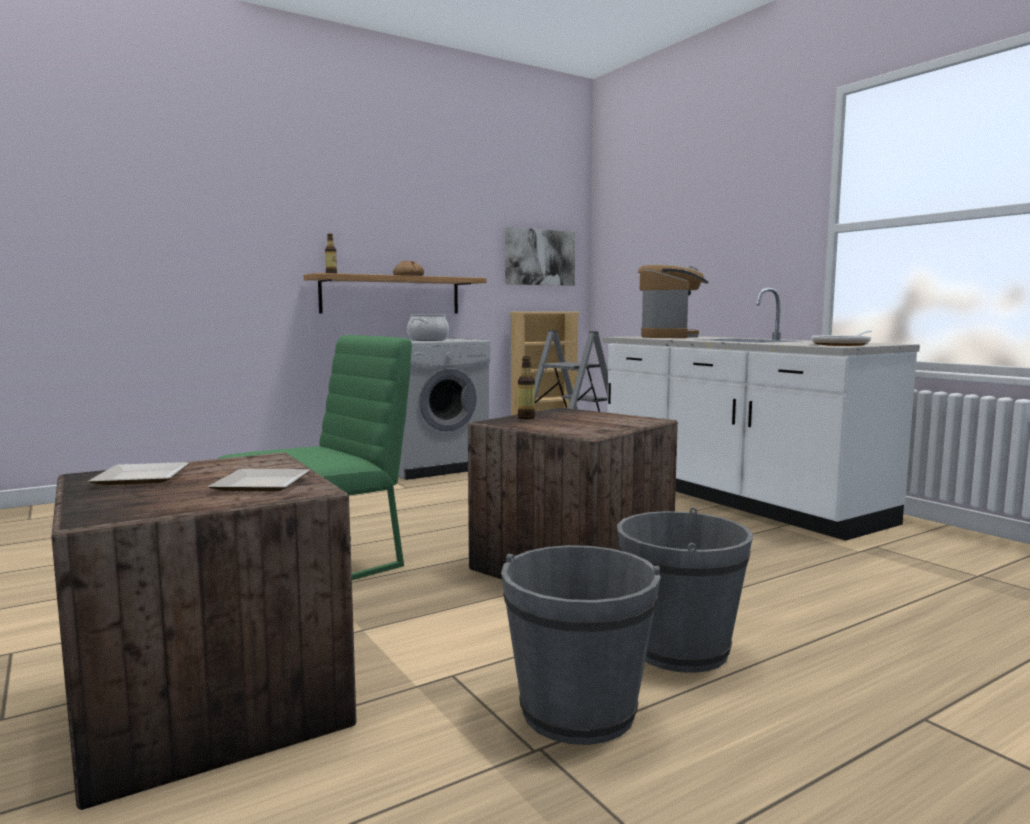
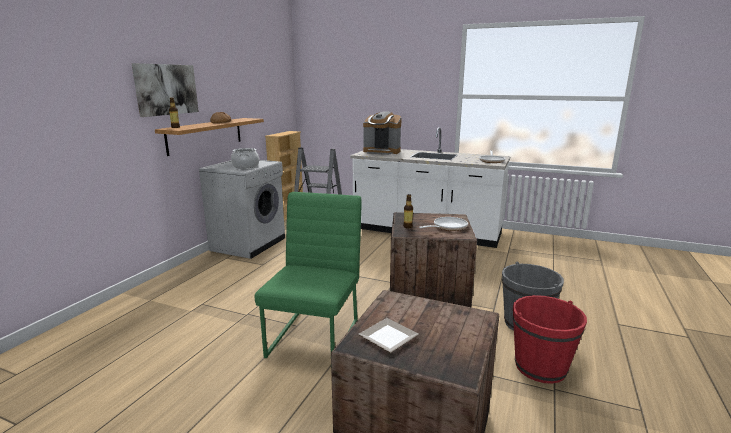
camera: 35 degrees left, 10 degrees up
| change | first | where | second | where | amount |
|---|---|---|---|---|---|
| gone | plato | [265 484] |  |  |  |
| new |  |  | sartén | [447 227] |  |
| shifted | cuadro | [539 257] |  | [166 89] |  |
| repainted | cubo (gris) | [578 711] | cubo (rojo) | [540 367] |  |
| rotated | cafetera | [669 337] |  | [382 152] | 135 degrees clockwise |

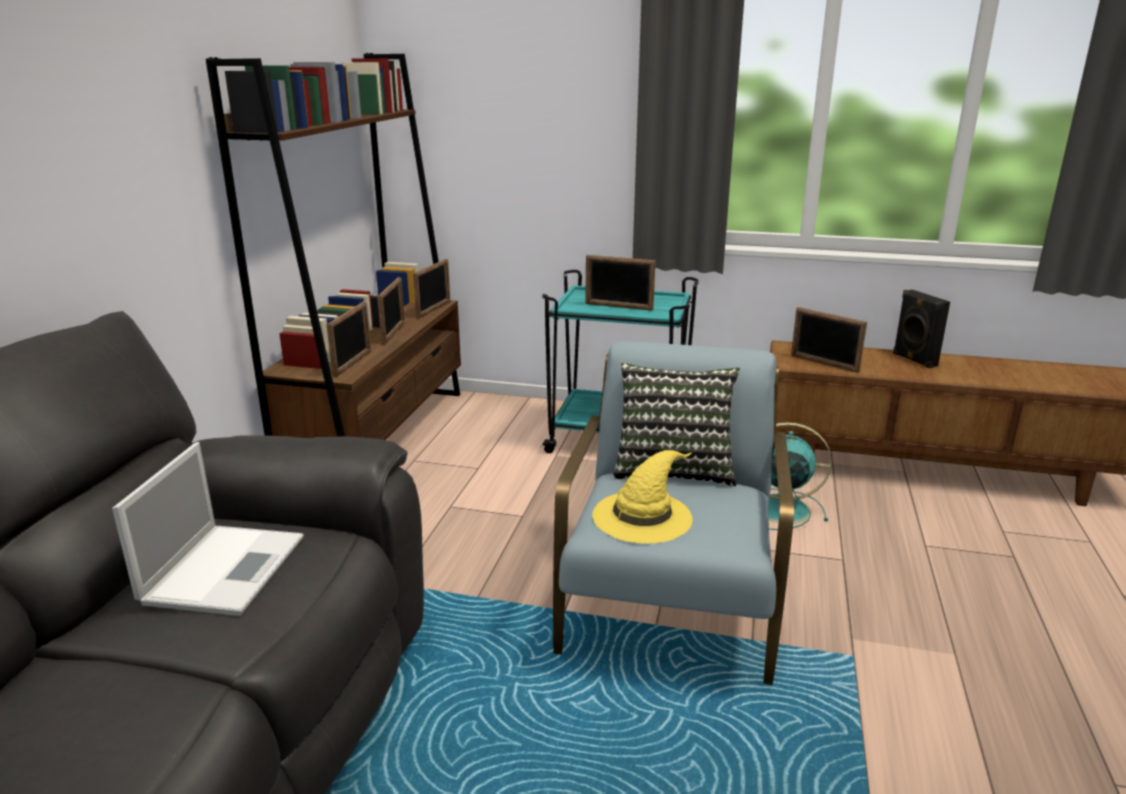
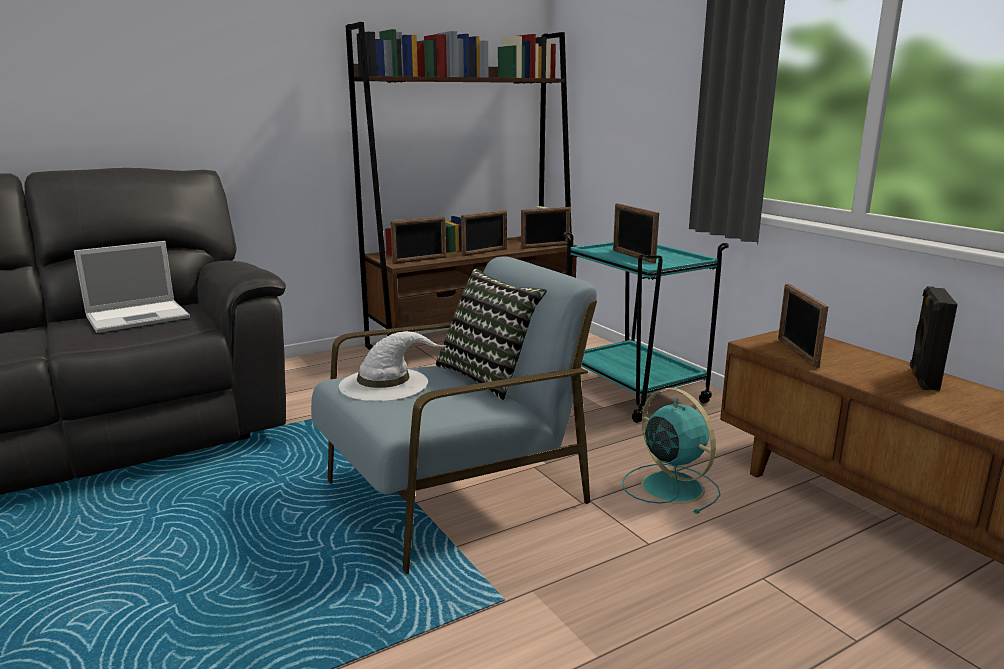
camera: 45 degrees right, 5 degrees down
| change | first | where | second | where | amount |
|---|---|---|---|---|---|
| repainted | sombrero (amarillo) | [643 515] | sombrero (blanco) | [385 383] |  |

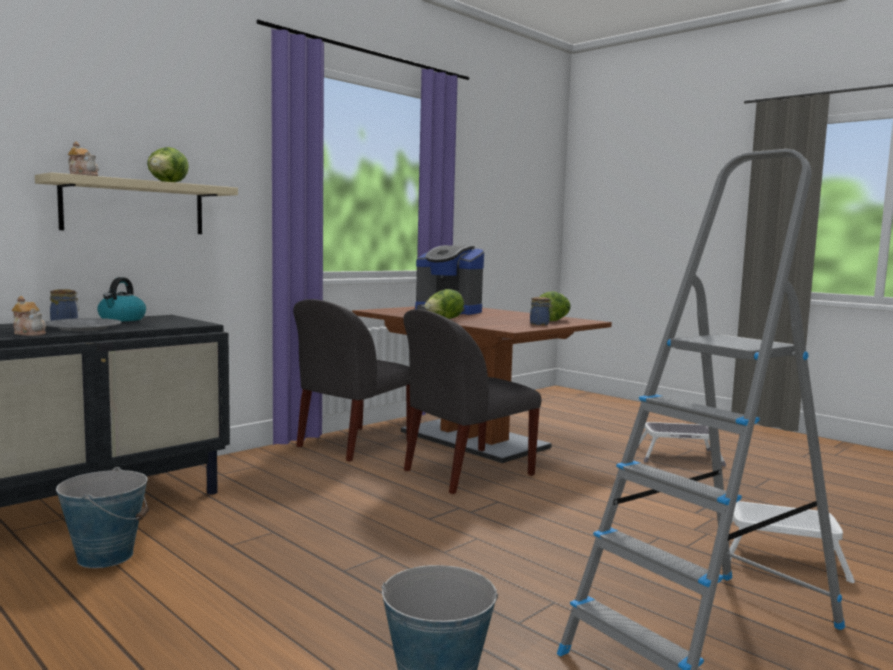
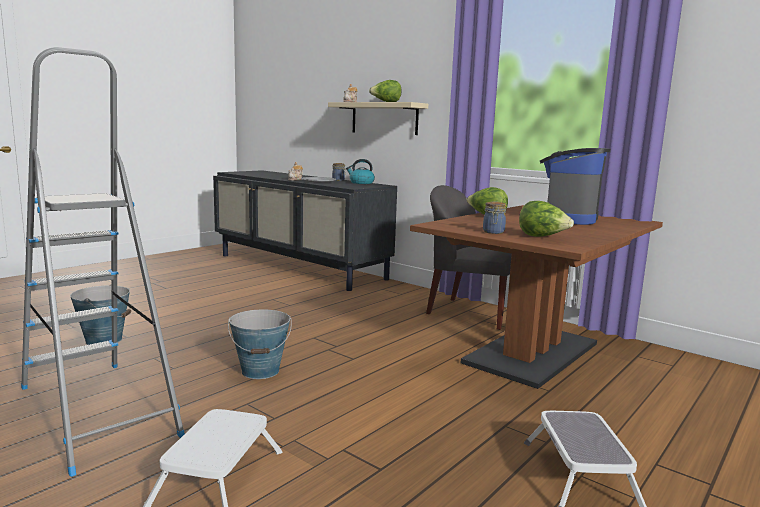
camera: 85 degrees right, 5 degrees up
| change | first | where | second | where | amount |
|---|---|---|---|---|---|
| gone | silla (gris) | [465 473] |  |  |  |
| shifted | cubo | [105 556] |  | [261 371] |  |

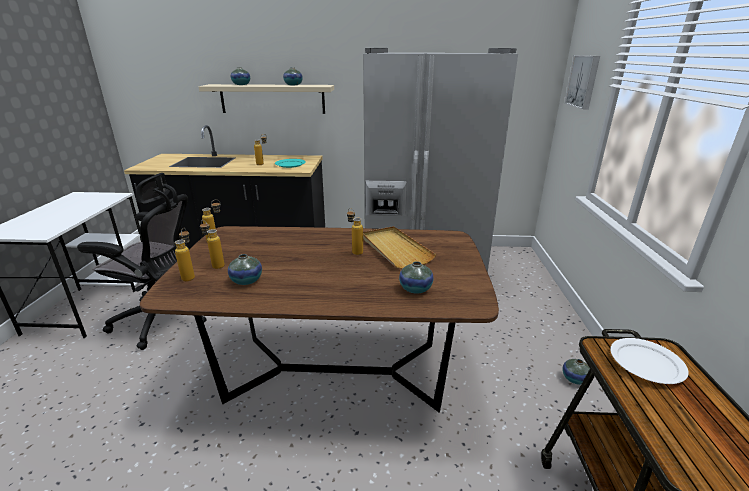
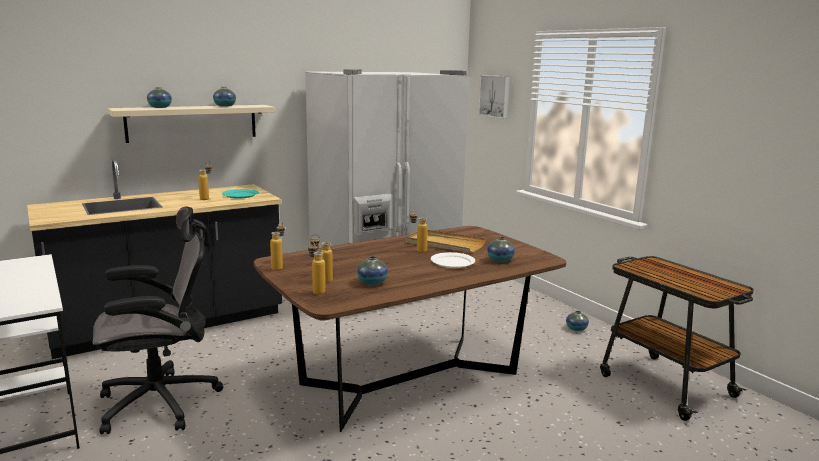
camera: 35 degrees left, 10 degrees down
| change | first | where | second | where | amount |
|---|---|---|---|---|---|
| shifted | plato (blanco) | [646 362] |  | [452 262] |  |

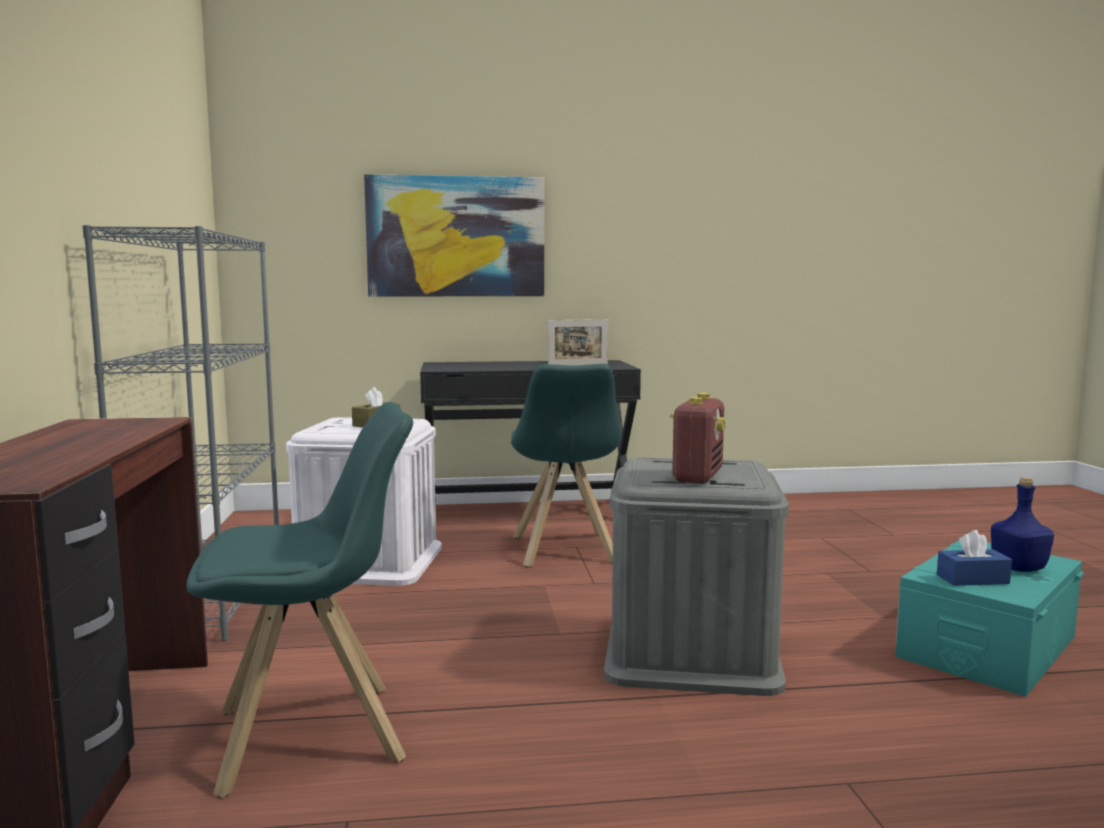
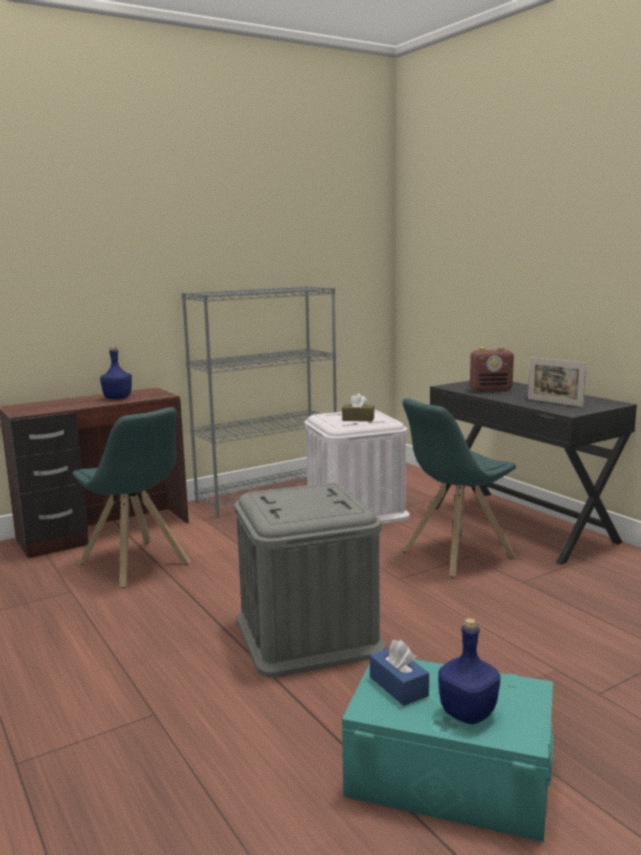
camera: 65 degrees right, 5 degrees up
| change | first | where | second | where | amount |
|---|---|---|---|---|---|
| gone | cuadro | [456 237] |  |  |  |
| new |  |  | botella (azul) | [117 398] |  |
| shifted | radio | [697 476] |  | [491 390] |  |

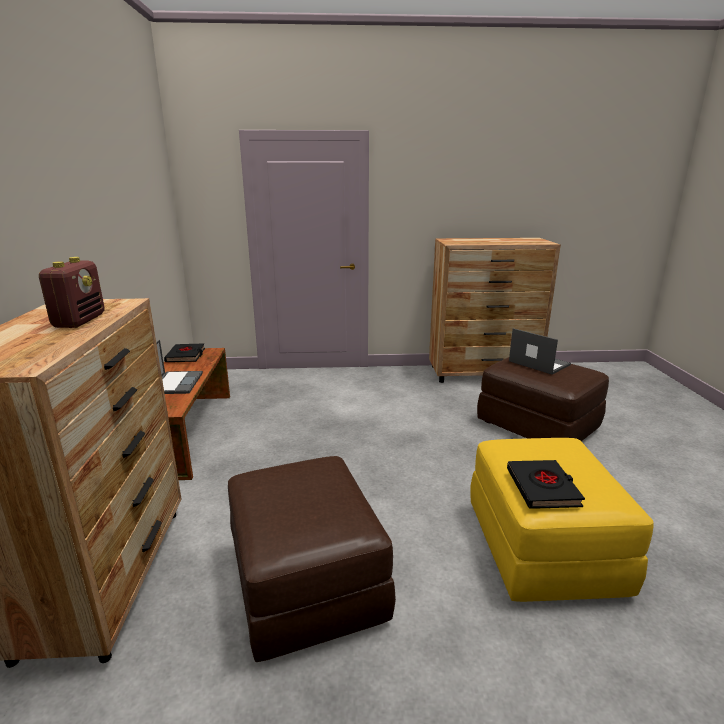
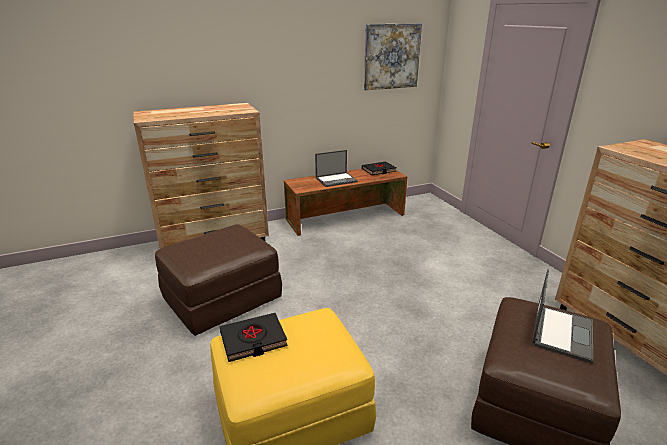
camera: 70 degrees right, 5 degrees up
| change | first | where | second | where | amount |
|---|---|---|---|---|---|
| gone | radio | [79 321] |  |  |  |
| new |  |  | cuadro | [391 56] |  |

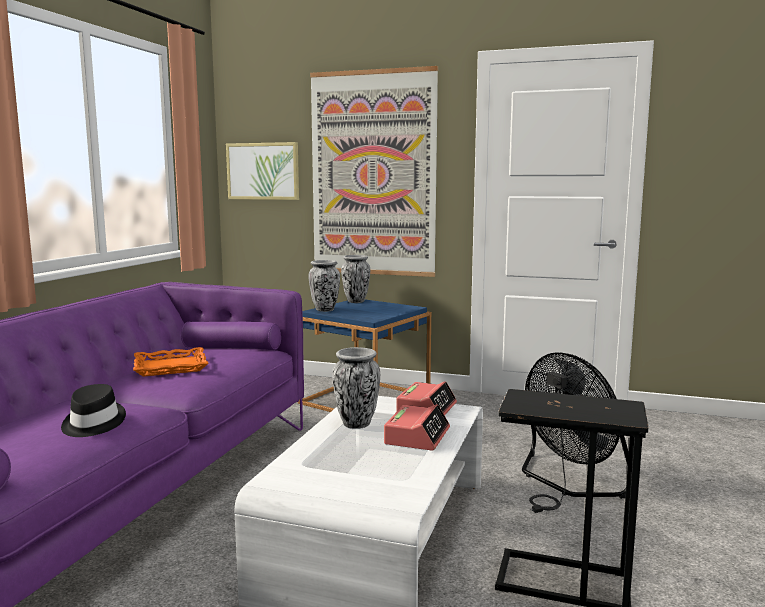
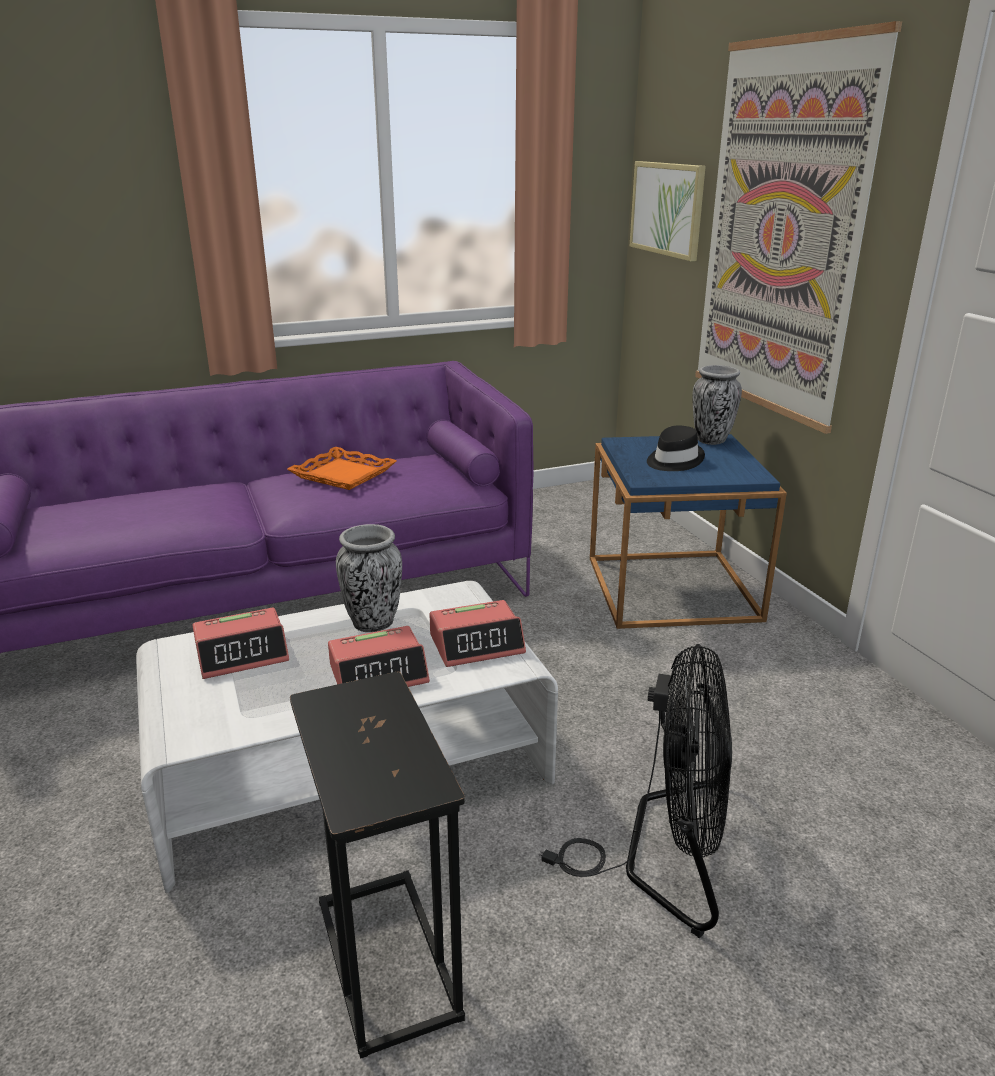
camera: 50 degrees right, 15 degrees up
| change | first | where | second | where | amount |
|---|---|---|---|---|---|
| gone | florero | [325 310] |  |  |  |
| new |  |  | despertador | [242 653] |  |
| shifted | sombrero (negro) | [92 424] |  | [673 461] |  |

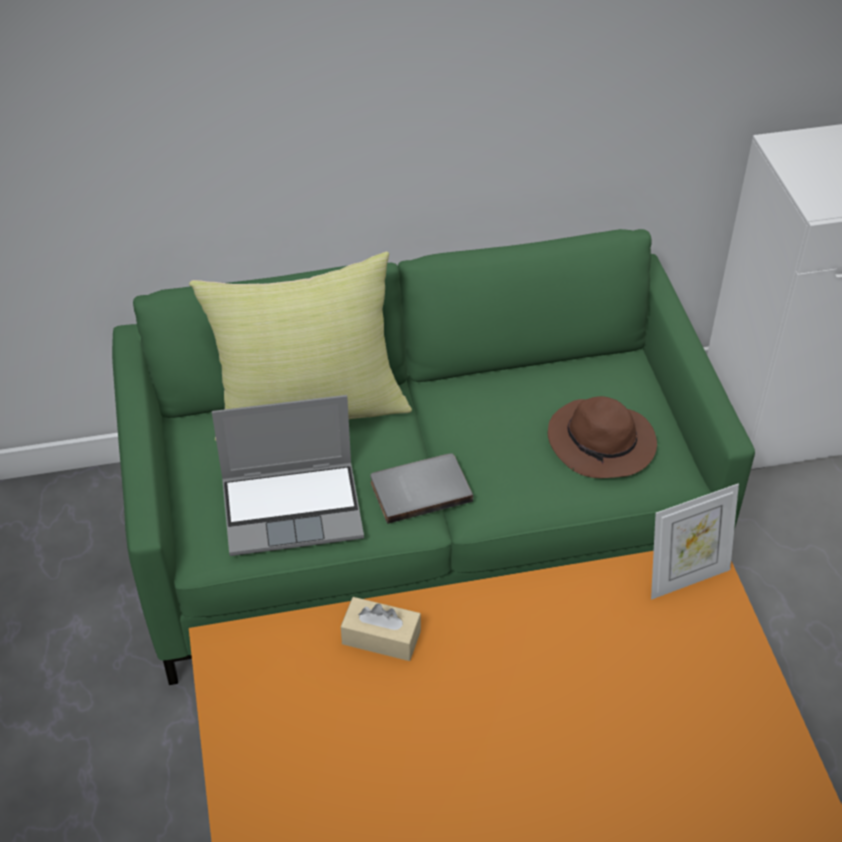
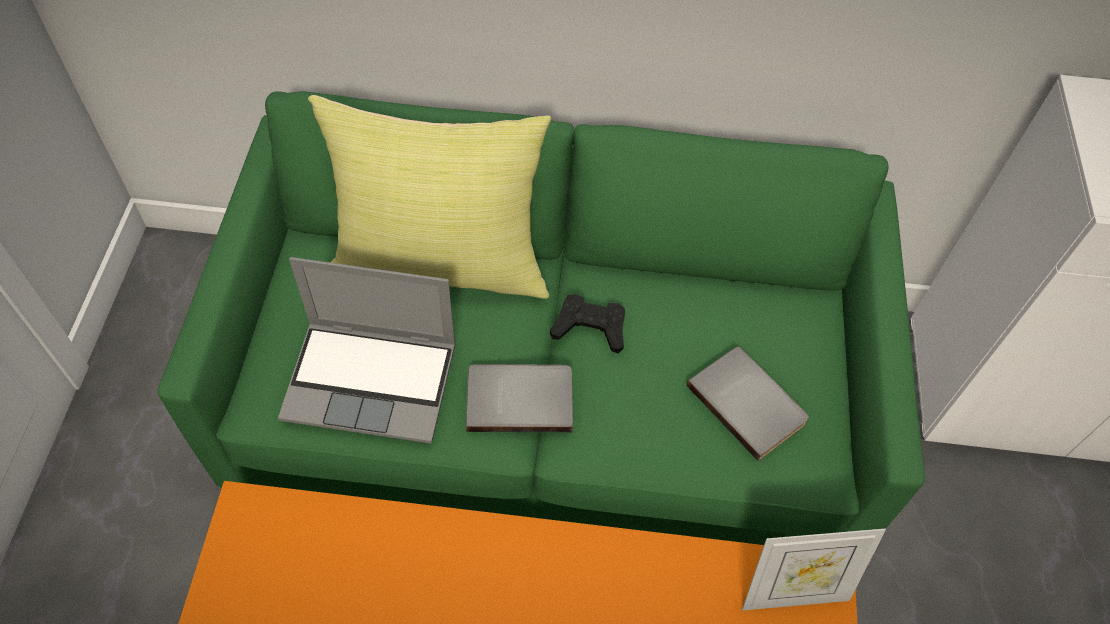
camera: 15 degrees right, 10 degrees up
| change | first | where | second | where | amount |
|---|---|---|---|---|---|
| gone | caja de pañuelos (beis) | [381 637] |  |  |  |
| new |  |  | mando de consola (negro) | [590 327] |  |
| swapped | sombrero (marrón) | [602 444] | libro (gris) | [749 402] |  |

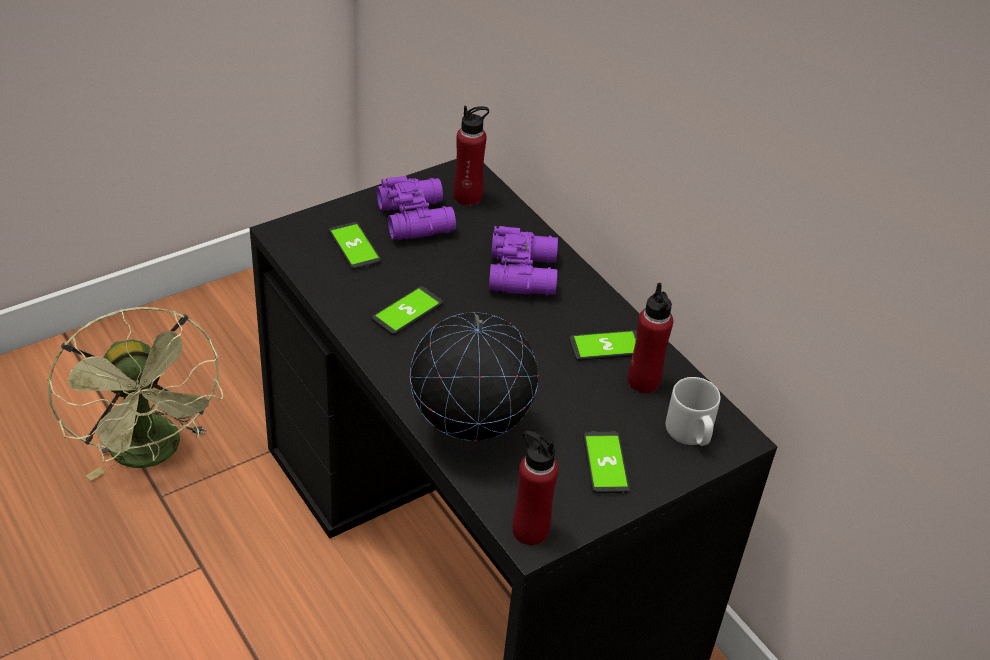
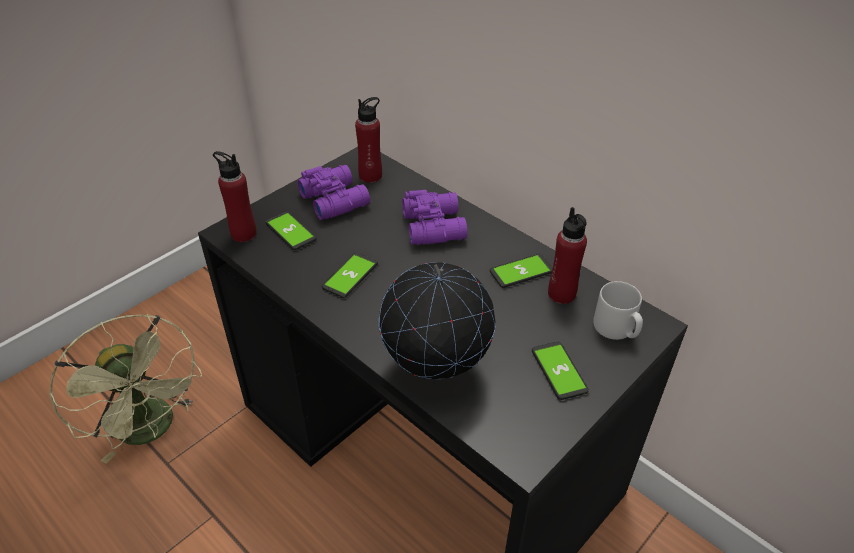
camera: 10 degrees left, 0 degrees up
| change | first | where | second | where | amount |
|---|---|---|---|---|---|
| shifted | botella (rojo) | [530 530] |  | [243 233] |  |

